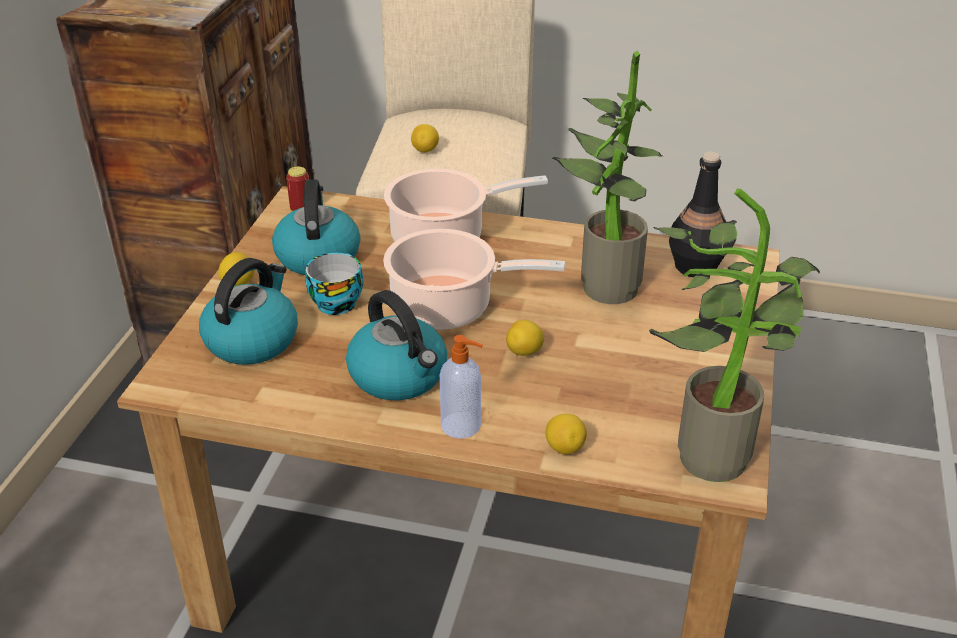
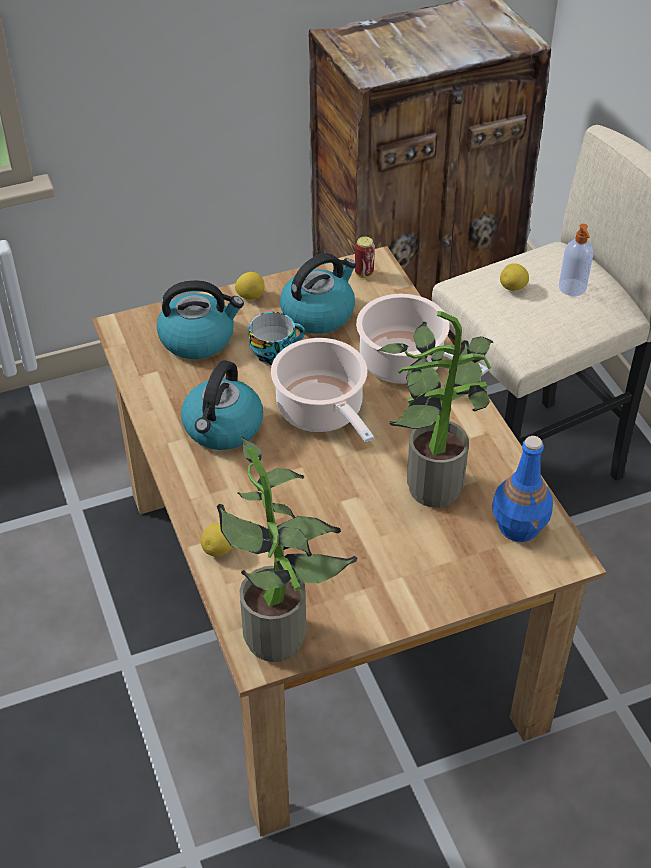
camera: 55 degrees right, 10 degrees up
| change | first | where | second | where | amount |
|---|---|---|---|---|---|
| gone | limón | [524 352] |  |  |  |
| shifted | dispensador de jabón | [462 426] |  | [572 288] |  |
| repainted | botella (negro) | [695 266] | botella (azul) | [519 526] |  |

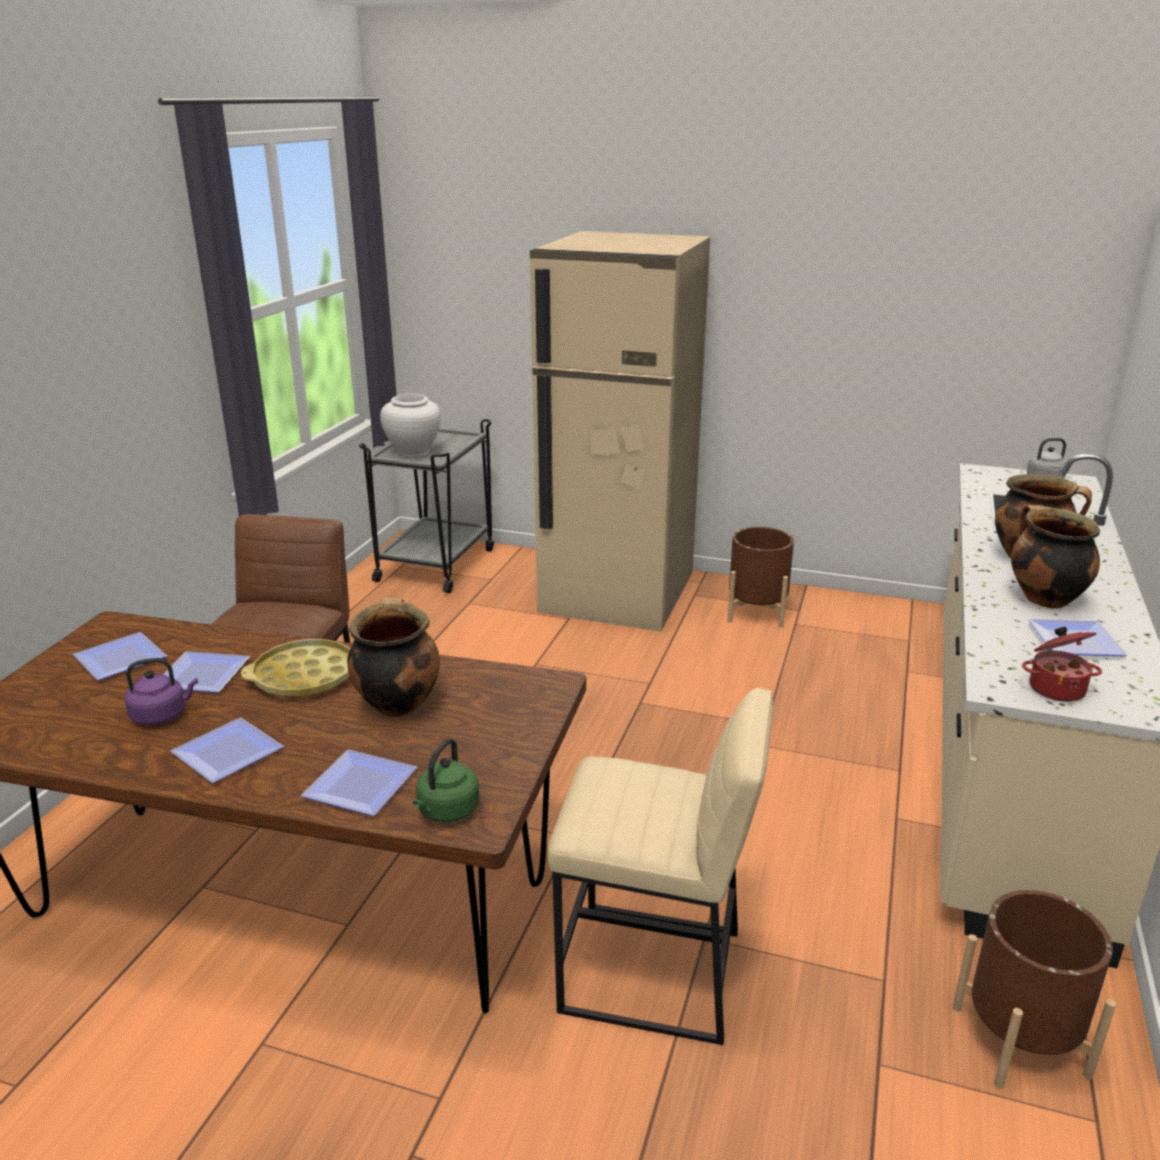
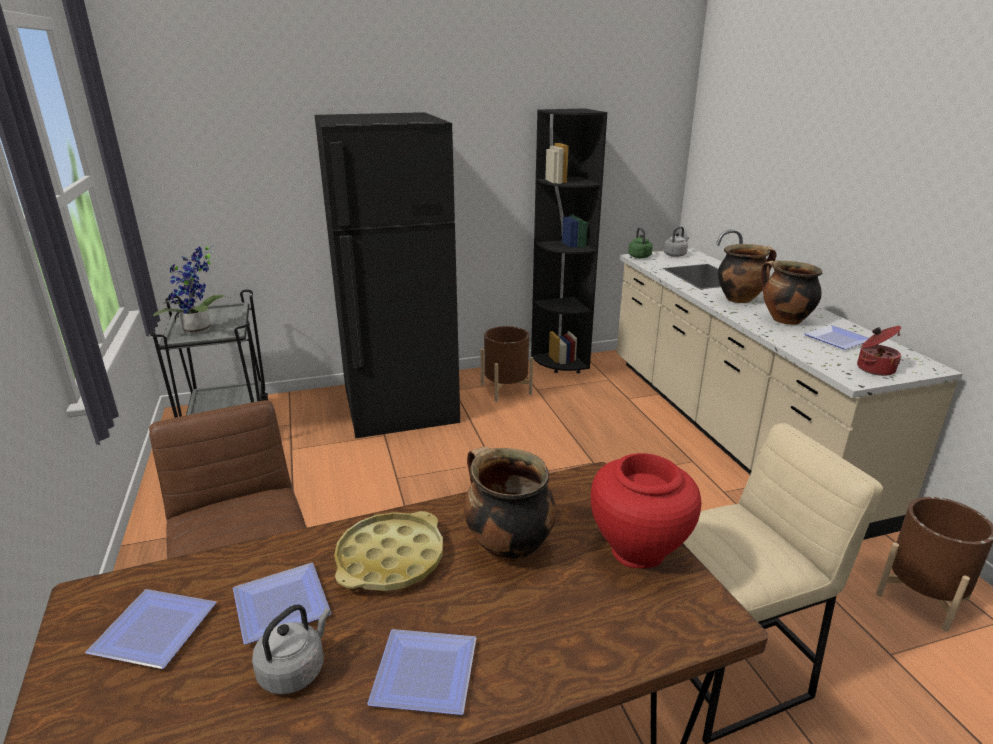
camera: 35 degrees left, 0 degrees up
| change | first | where | second | where | amount |
|---|---|---|---|---|---|
| gone | plato | [365 785] |  |  |  |
| new |  |  | estantería (negro) | [560 367] |  |
| new |  |  | florero (rojo) | [638 550] |  |
| shifted | hervidor (verde) | [446 811] |  | [640 257] |  |
| swapped | florero (blanco) | [413 453] | planta en maceta | [200 331] |  |
| repainted | hervidor (morado) | [162 715] | hervidor (gris) | [295 670] |  |
| repainted | nevera (beis) | [619 592] | nevera (negro) | [400 403] |  |

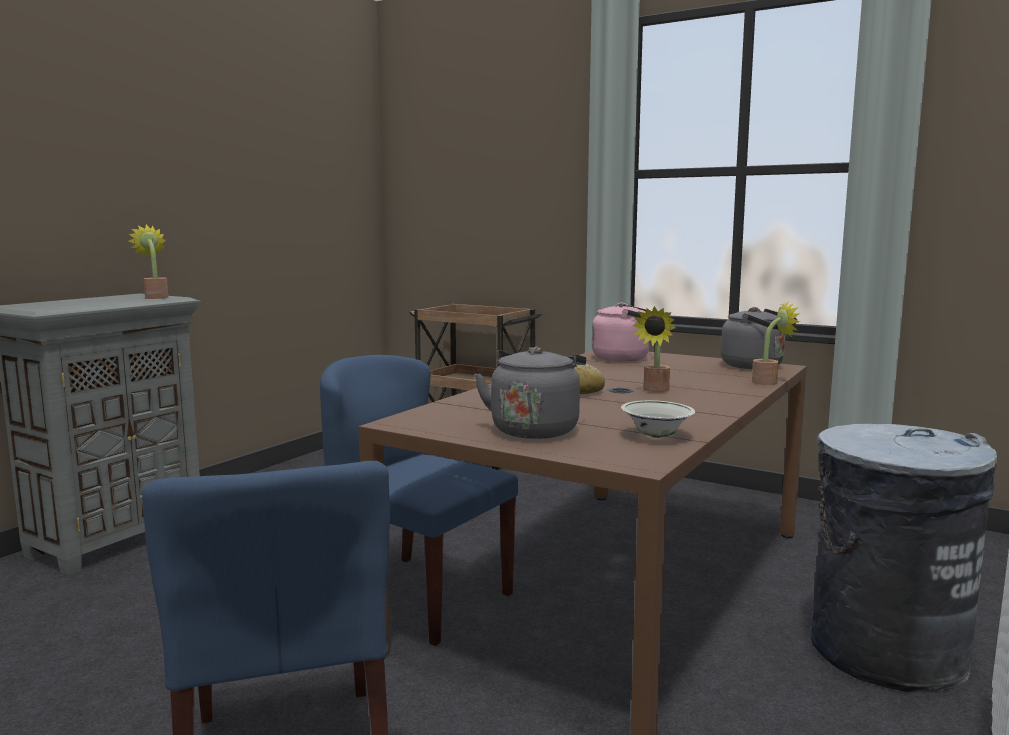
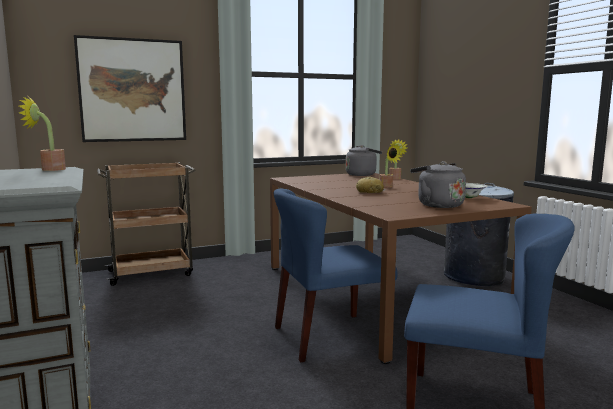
camera: 55 degrees left, 0 degrees up
| change | first | where | second | where | amount |
|---|---|---|---|---|---|
| gone | hervidor (rosa) | [624 358] |  |  |  |
| new |  |  | cuadro | [132 90] |  |

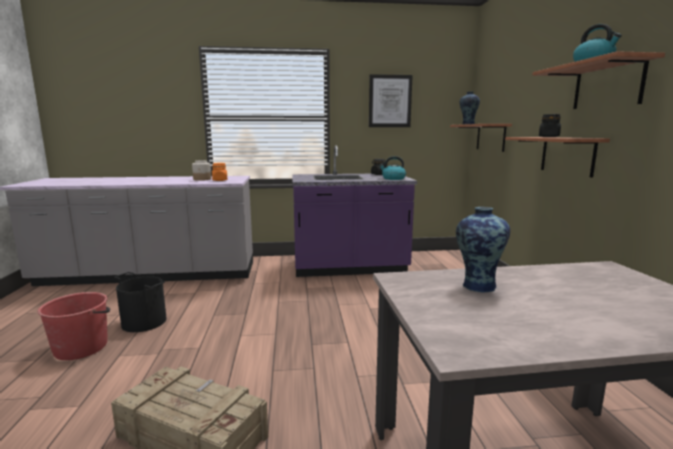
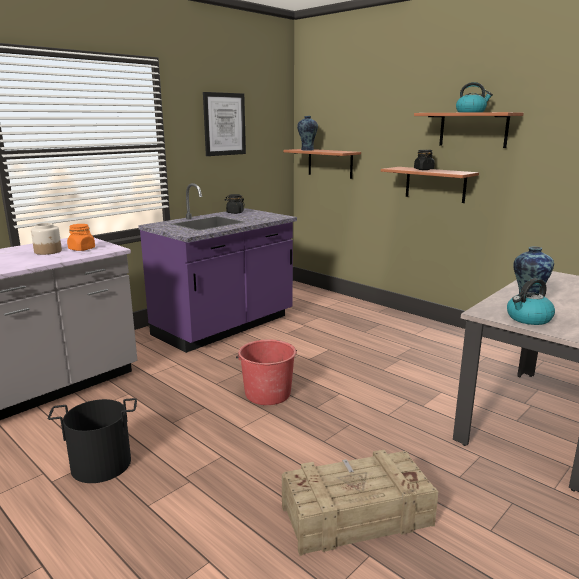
camera: 40 degrees left, 5 degrees up
| change | first | where | second | where | amount |
|---|---|---|---|---|---|
| shifted | cubo (rojo) | [82 347] |  | [267 393] |  |
| shifted | hervidor | [393 178] |  | [528 319] |  |

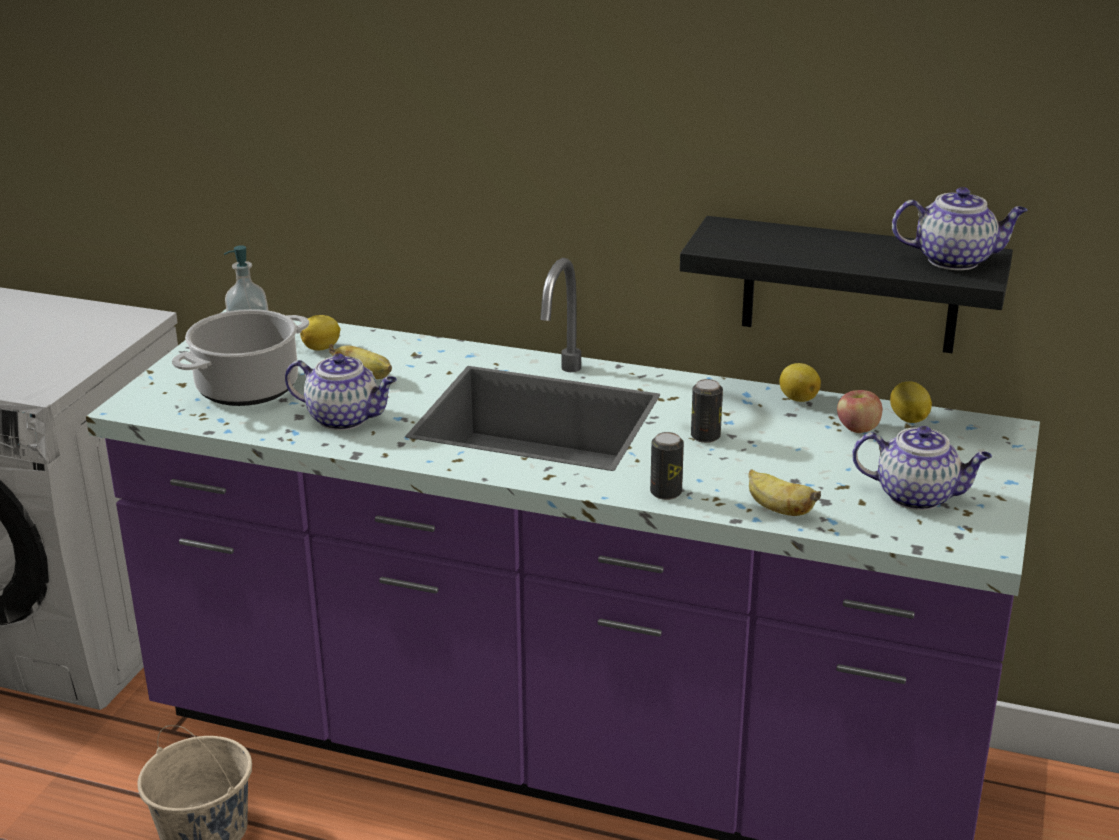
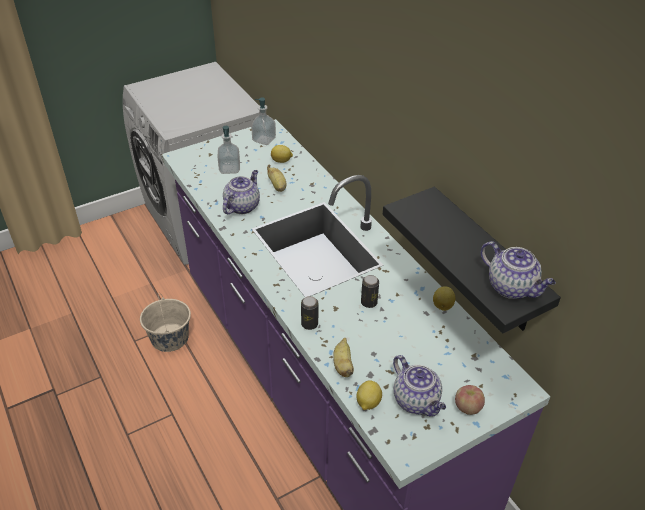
camera: 40 degrees right, 15 degrees up
| change | first | where | second | where | amount |
|---|---|---|---|---|---|
| shifted | manzana | [857 428] |  | [467 407] |  |
| shifted | limón | [909 420] |  | [367 403] |  |
| swapped | olla | [248 387] | dispensador de jabón | [229 169] |  |
| rotated | tetera | [345 419] |  | [242 206] | 120 degrees counterclockwise |

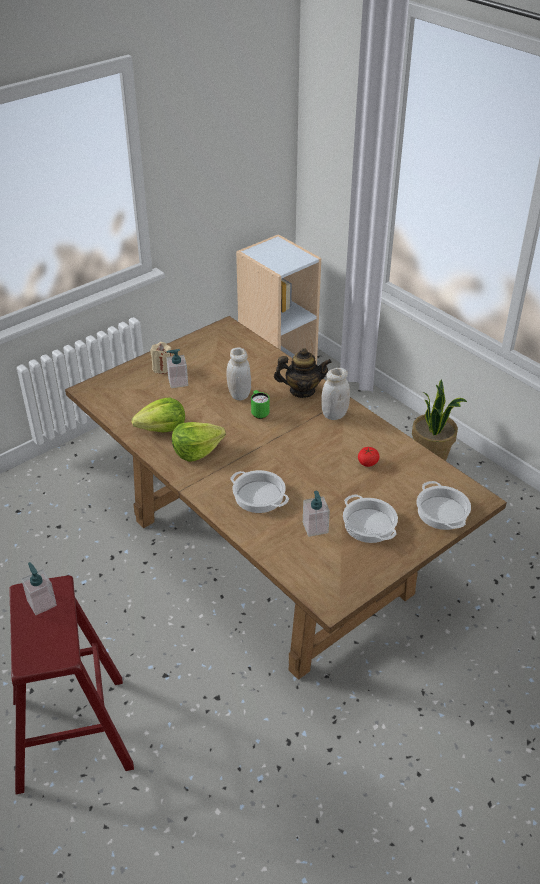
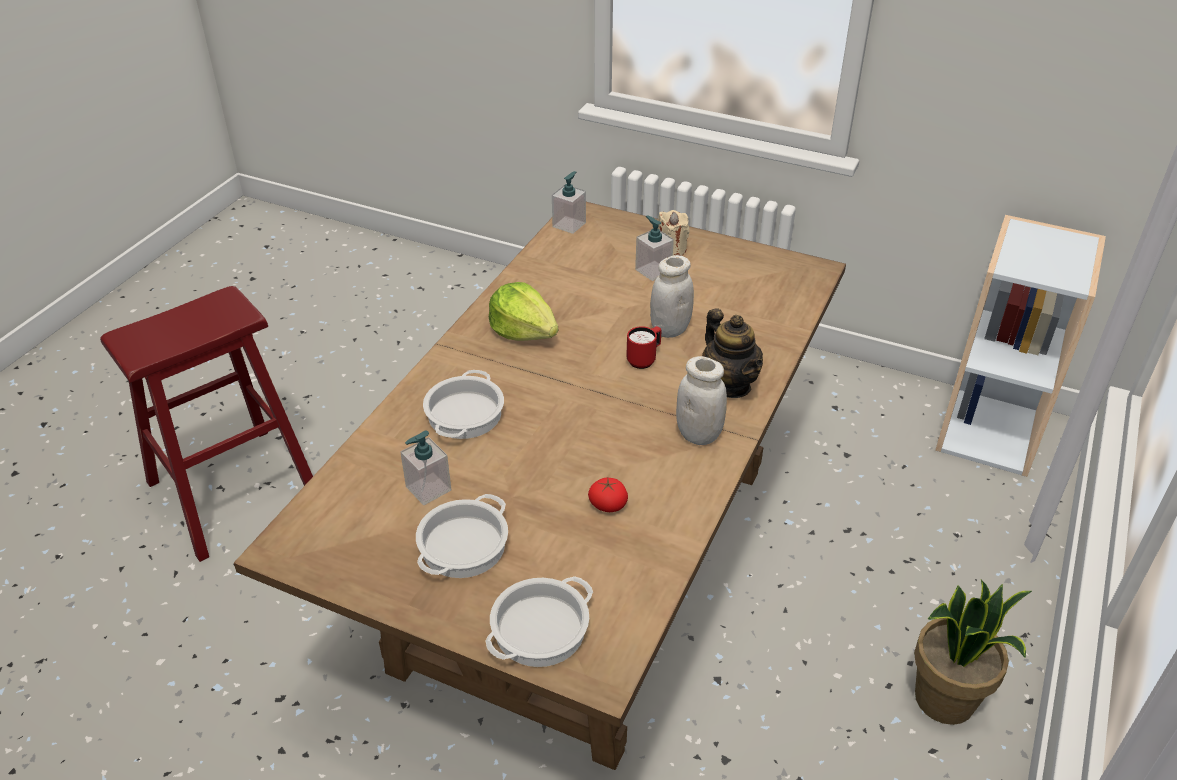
camera: 65 degrees right, 0 degrees up
| change | first | where | second | where | amount |
|---|---|---|---|---|---|
| gone | lechuga | [162 428] |  |  |  |
| shifted | dispensador de jabón | [41 603] |  | [569 224] |  |
| repainted | taza grande (verde) | [259 412] | taza grande (rojo) | [644 359] |  |

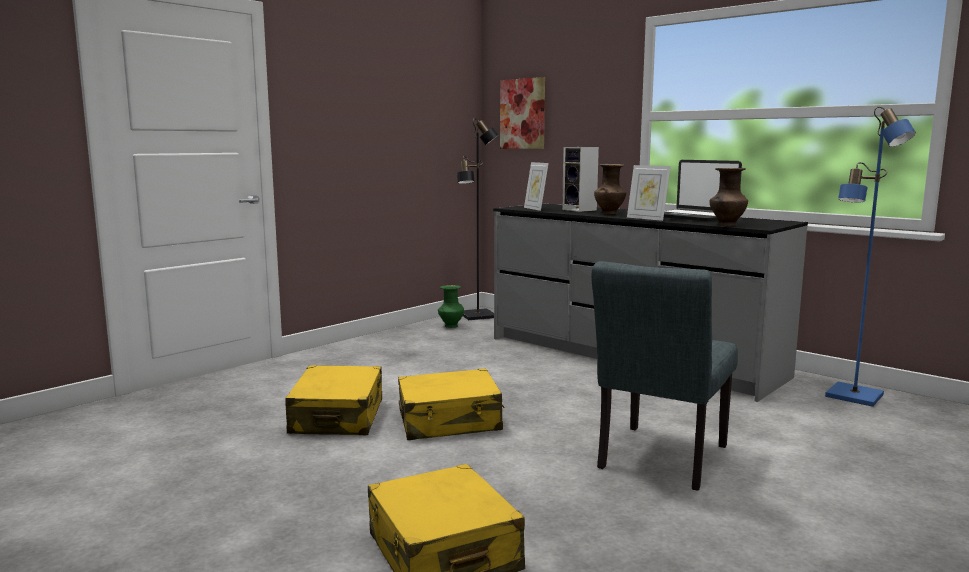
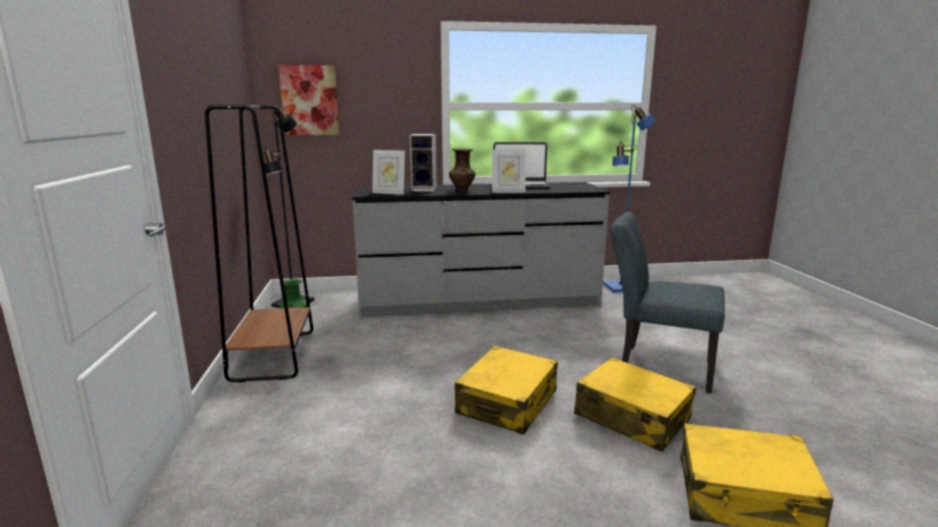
camera: 50 degrees left, 5 degrees up
| change | first | where | second | where | amount |
|---|---|---|---|---|---|
| gone | florero (marrón) | [726 225] |  |  |  |
| new |  |  | perchero | [273 356] |  |
| shifted | maleta (amarillo) | [337 417] |  | [632 417] |  |
| rotated | silla (gris) | [659 461] |  | [657 366] | 135 degrees clockwise |

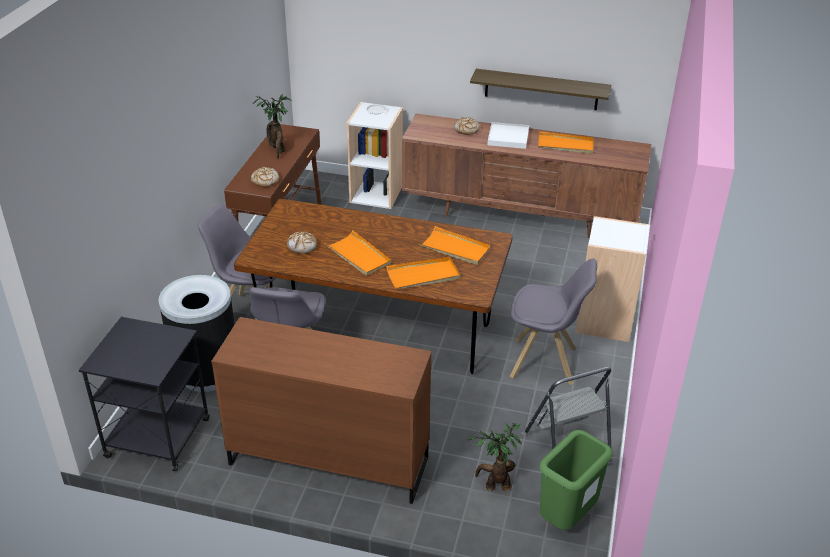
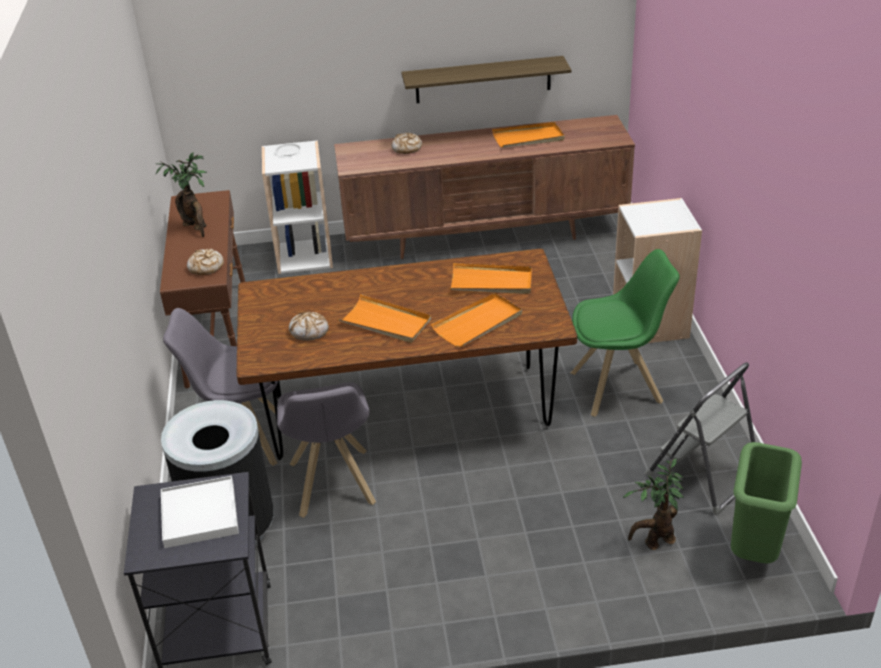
camera: 20 degrees left, 0 degrees up
| change | first | where | second | where | amount |
|---|---|---|---|---|---|
| gone | cómoda (marrón) | [328 462] |  |  |  |
| shifted | bandeja (blanco) | [508 137] |  | [199 515] |  |
| repainted | silla (gris) | [544 362] | silla (verde) | [617 388] |  |

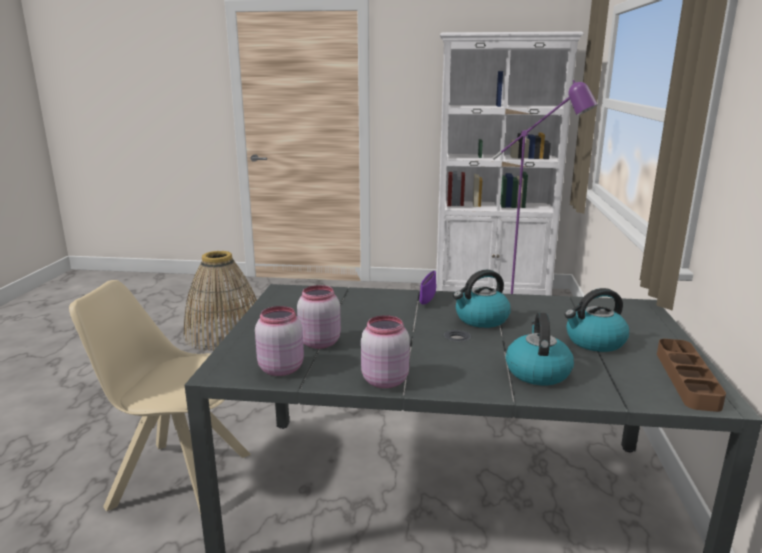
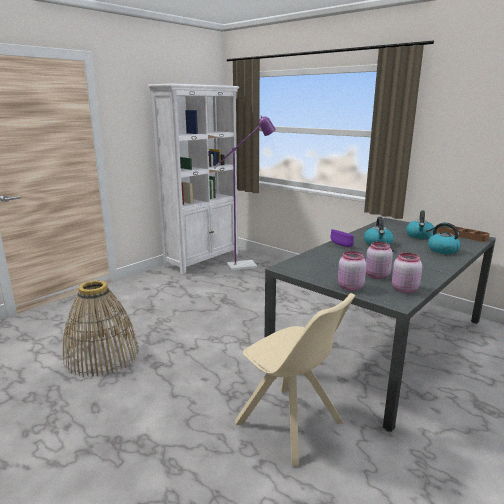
camera: 55 degrees left, 0 degrees up
| change | first | where | second | where | amount |
|---|---|---|---|---|---|
| shifted | tarro (rosa) | [384 380] |  | [349 287] |  |
| rotated | silla (beis) | [178 479] |  | [291 425] | 90 degrees counterclockwise |

